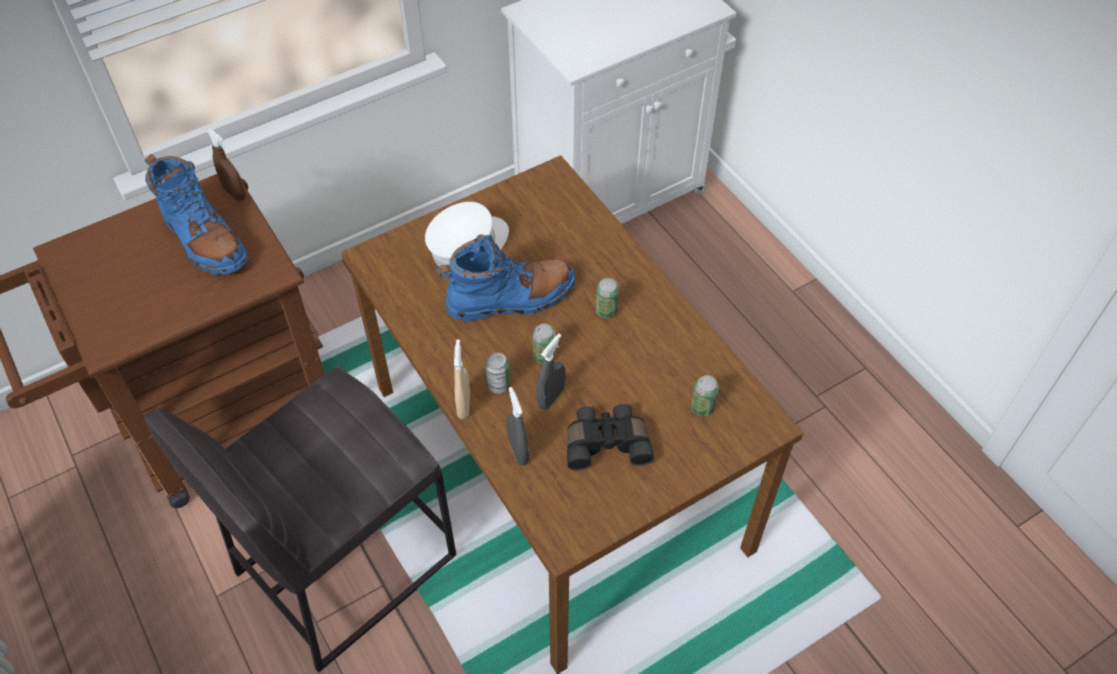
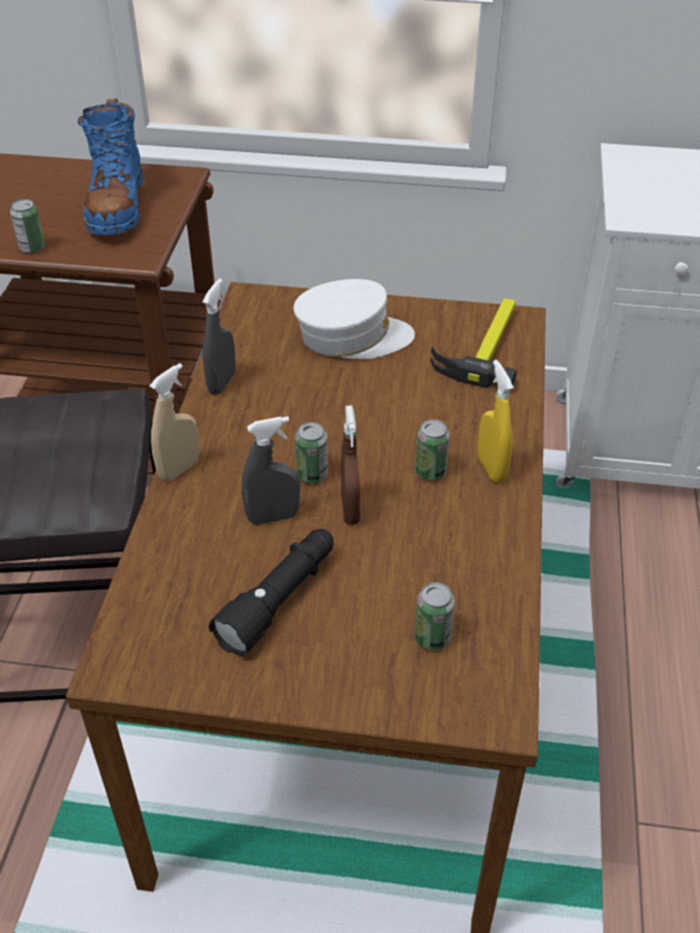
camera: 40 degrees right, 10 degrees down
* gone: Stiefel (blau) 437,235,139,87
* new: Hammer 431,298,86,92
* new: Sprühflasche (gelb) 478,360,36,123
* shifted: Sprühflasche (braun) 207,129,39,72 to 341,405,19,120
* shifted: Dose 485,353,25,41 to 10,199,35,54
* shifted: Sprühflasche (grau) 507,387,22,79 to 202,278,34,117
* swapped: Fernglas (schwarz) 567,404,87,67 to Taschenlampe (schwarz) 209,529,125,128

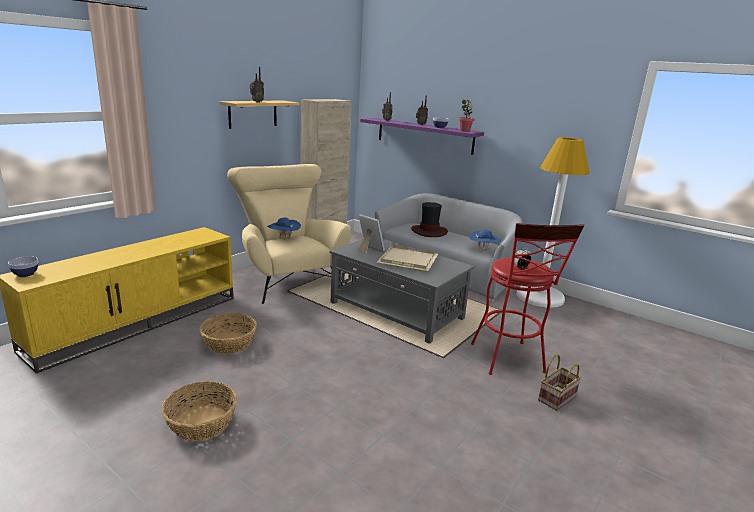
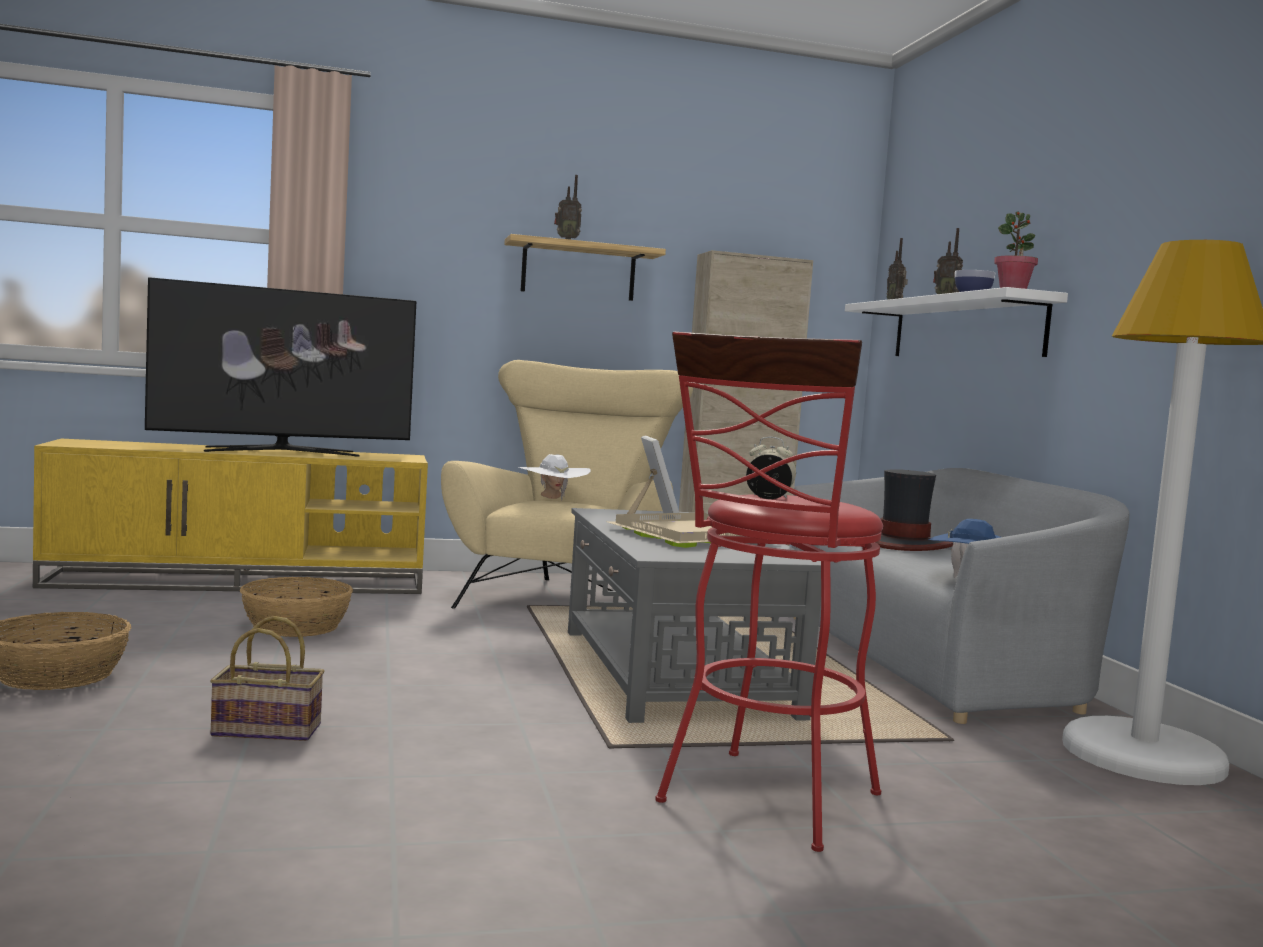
camera: 40 degrees right, 15 degrees down
* gone: Schüssel 8,256,30,21
* new: Fernseher 145,277,271,180
* shifted: Korb 538,354,44,57 to 210,616,115,125
* repainted: Hut (blau) 267,217,34,22 to Hut (weiß) 519,454,72,47
* repainted: Wandregal (lila) 360,118,124,37 to Wandregal (weiß) 845,287,223,70

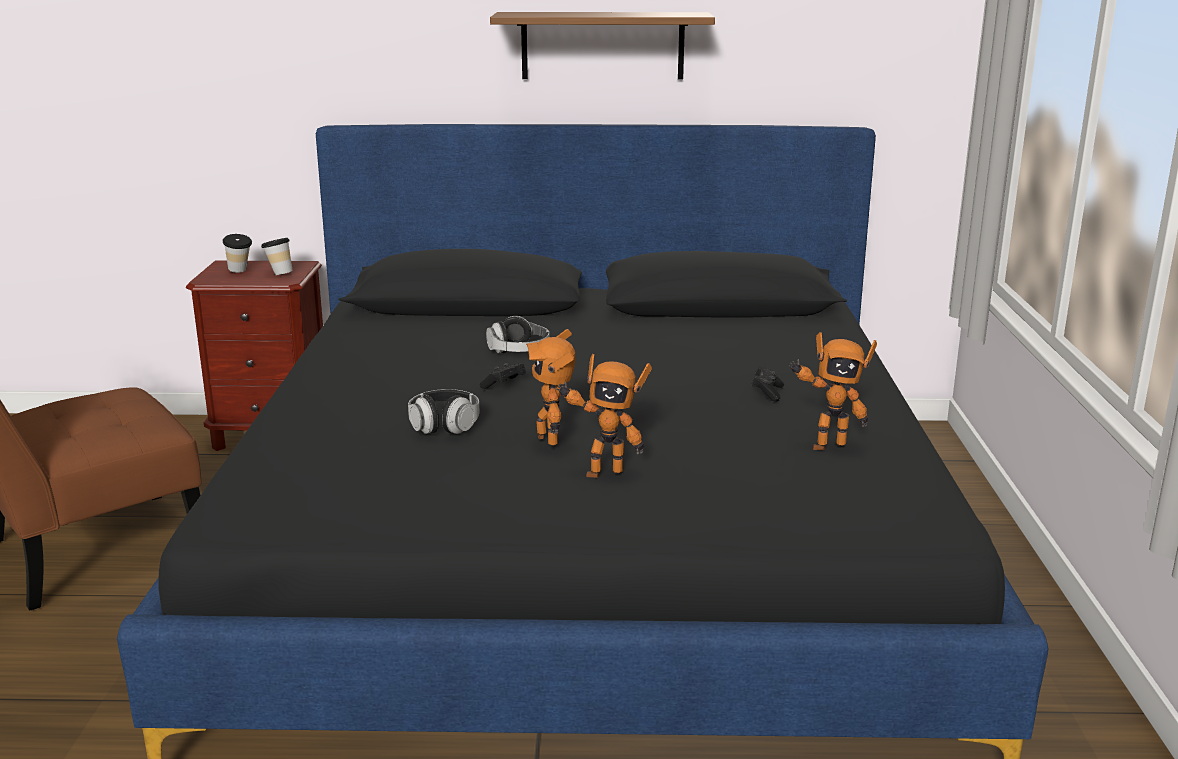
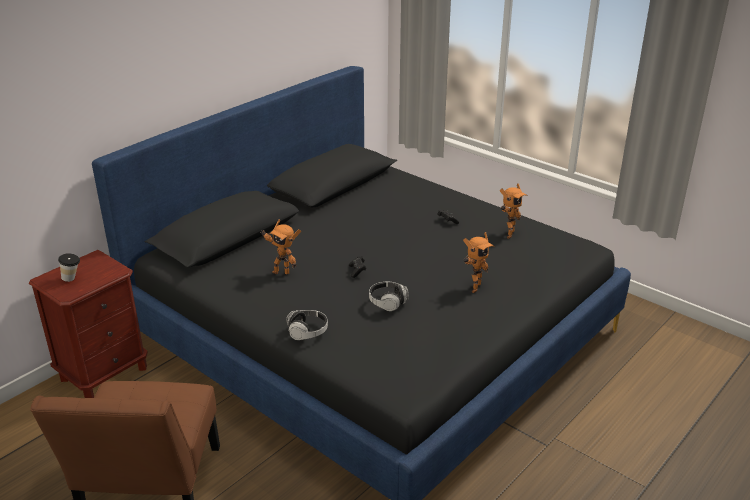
camera: 50 degrees left, 10 degrees up
* gone: Tasse 261,238,32,37
* gone: Wandregal 490,12,225,68
* shifted: Kopfhörer 486,316,63,37 to 286,310,42,30
* shifted: Spielzeugroboter 526,329,50,117 to 260,219,41,56

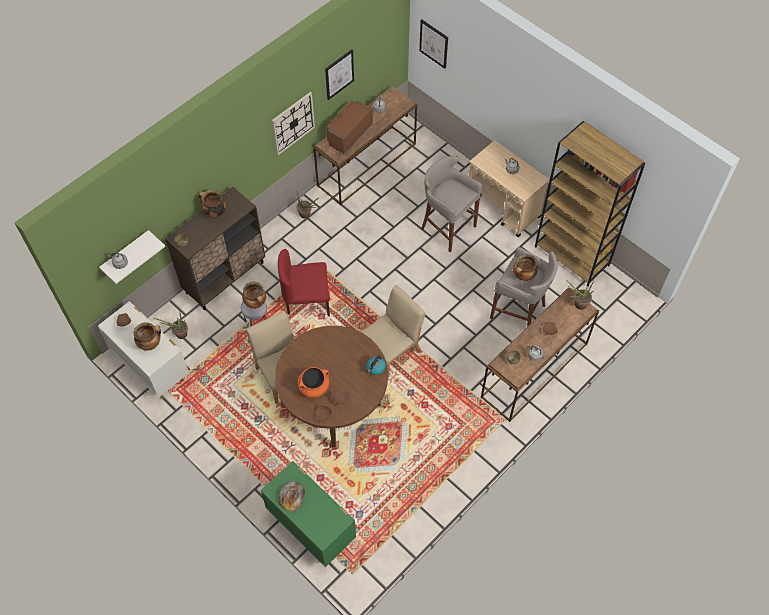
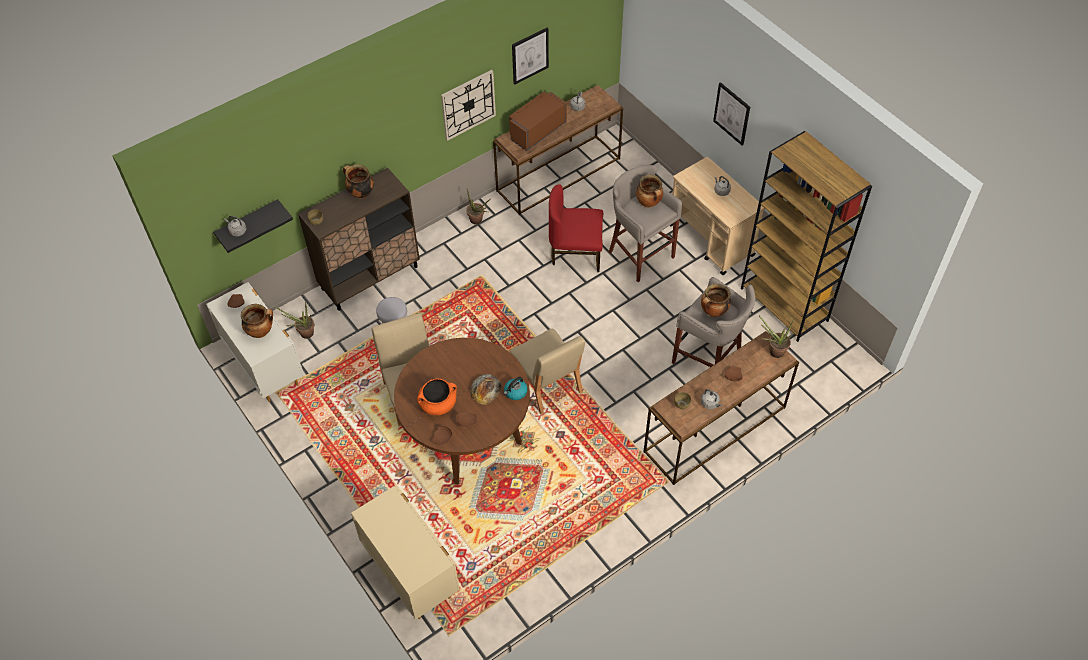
camera: 10 degrees right, 5 degrees down
* shifted: Kochtopf 242,282,24,27 to 636,175,27,32
* shifted: Stuhl (rot) 278,249,52,67 to 549,184,54,88
* shifted: Brot 278,481,27,31 to 470,374,32,31
* shifted: Bild 419,19,29,50 to 713,82,37,64
* repainted: Wandregal (weiß) 99,230,66,54 to Wandregal (schwarz) 213,199,80,54
* repainted: Kommode (grün) 261,461,95,106 to Kommode (beige) 351,485,109,135
* rotated: Stuhl (beige) 361,285,64,93 = 510,329,75,86 90 degrees clockwise

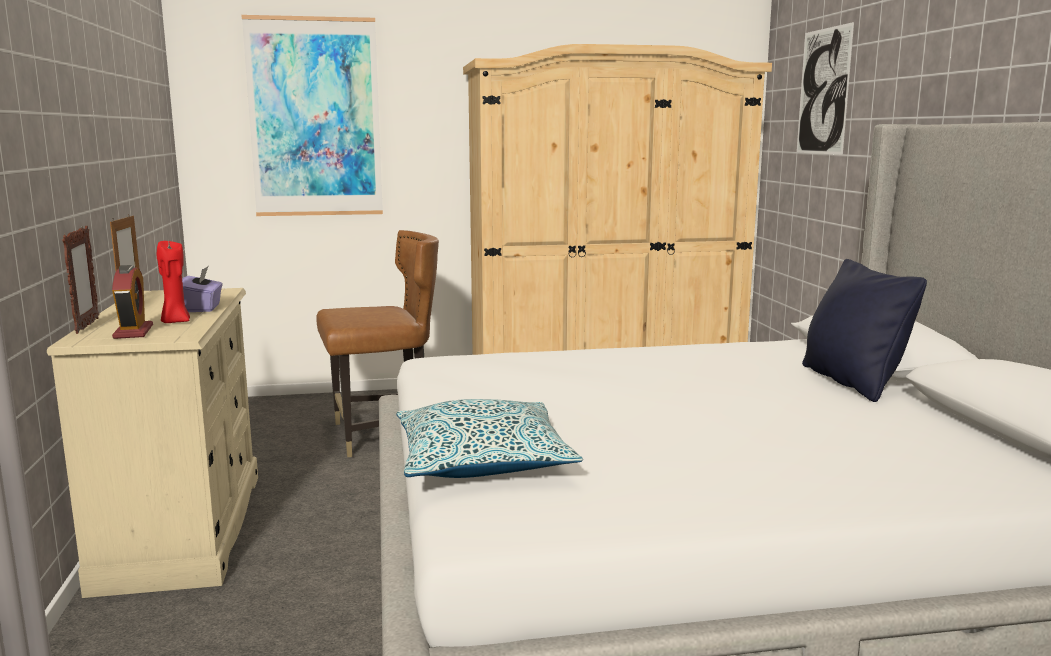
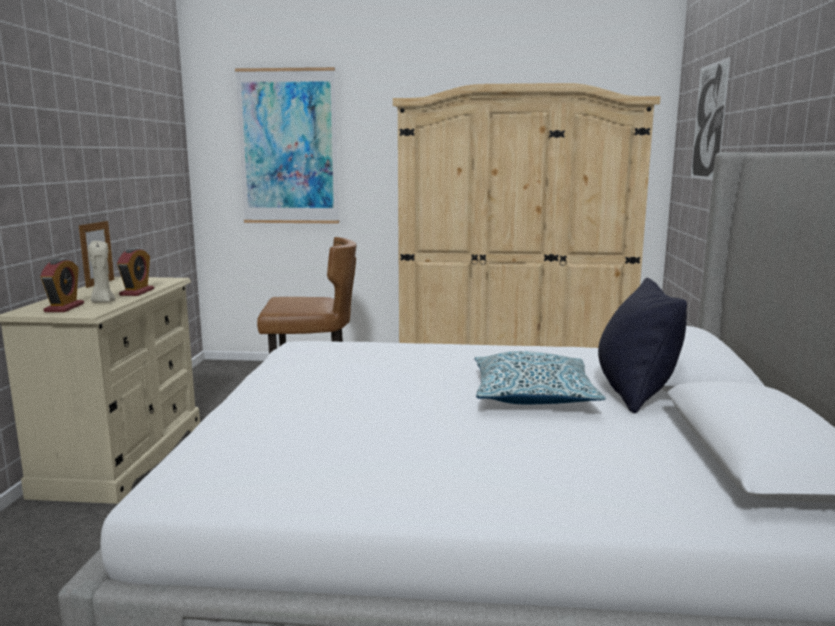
camera: 15 degrees right, 0 degrees up
* gone: Bilderrahmen 62,226,37,108
* shifted: Kissen 396,399,187,79 to 475,351,131,54
* swapped: Taschentuchbox (lila) 182,267,41,45 to Wecker 117,248,37,48
* repainted: Kerze (rot) 157,241,33,82 to Kerze (beige) 88,241,27,62

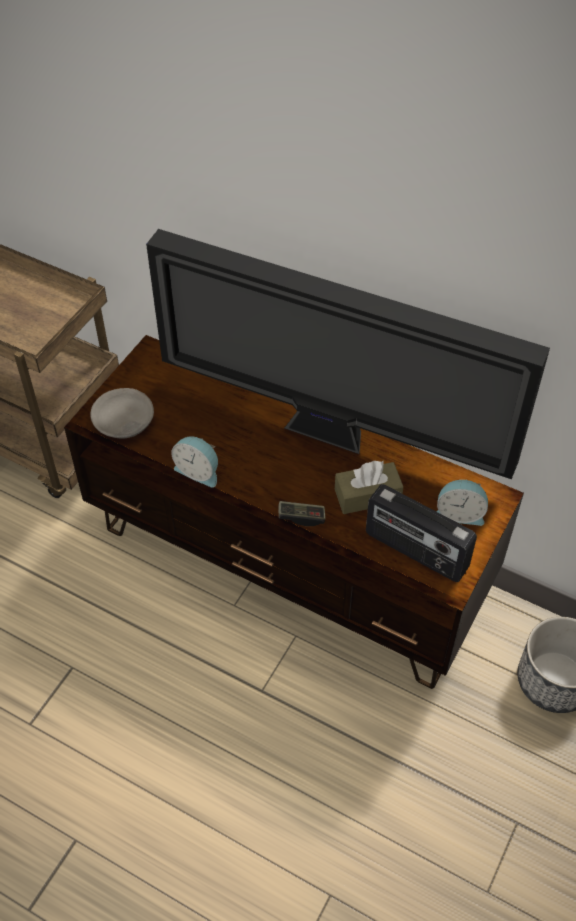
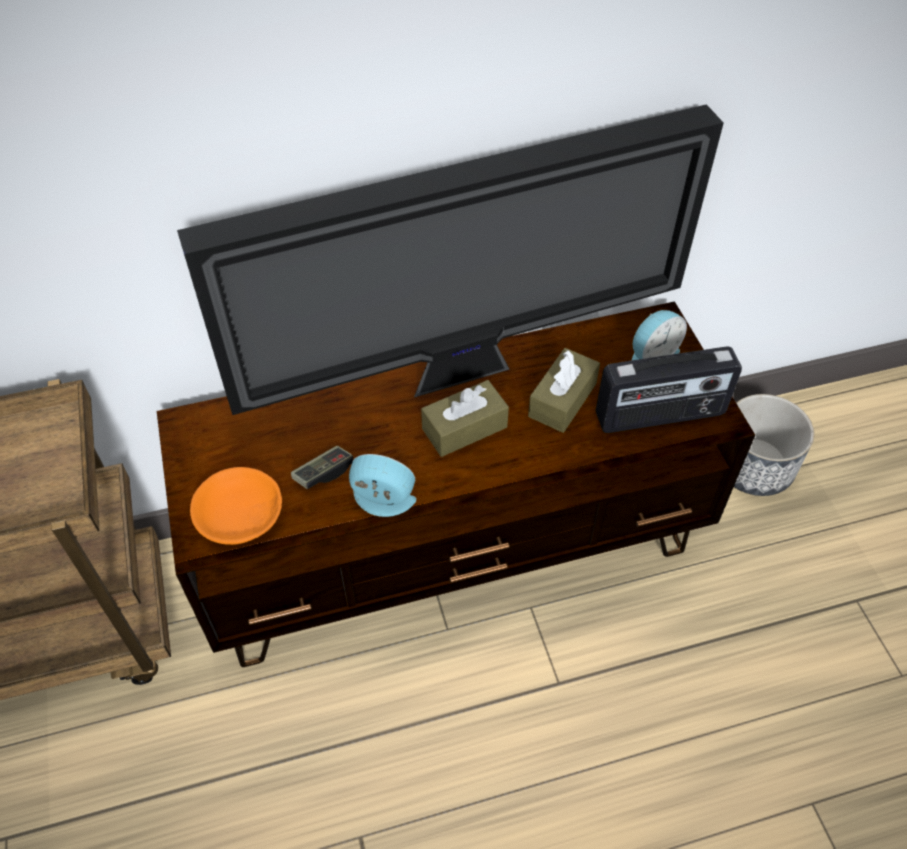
camera: 45 degrees left, 0 degrees up
* new: Taschentuchbox (braun) 421,380,88,77
* shifted: Gamepad 279,501,46,25 to 291,446,63,43
* repainted: Schüssel (grau) 90,388,64,51 to Schüssel (orange) 190,467,92,78
* rotated: Wecker 171,436,47,51 = 349,454,67,63 150 degrees counterclockwise

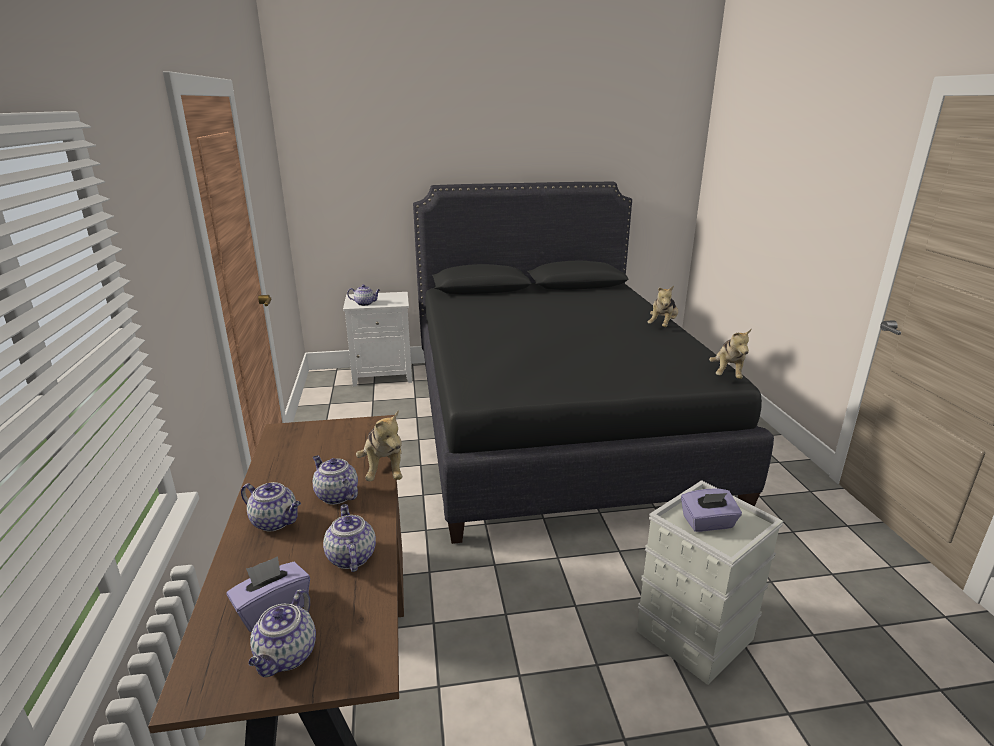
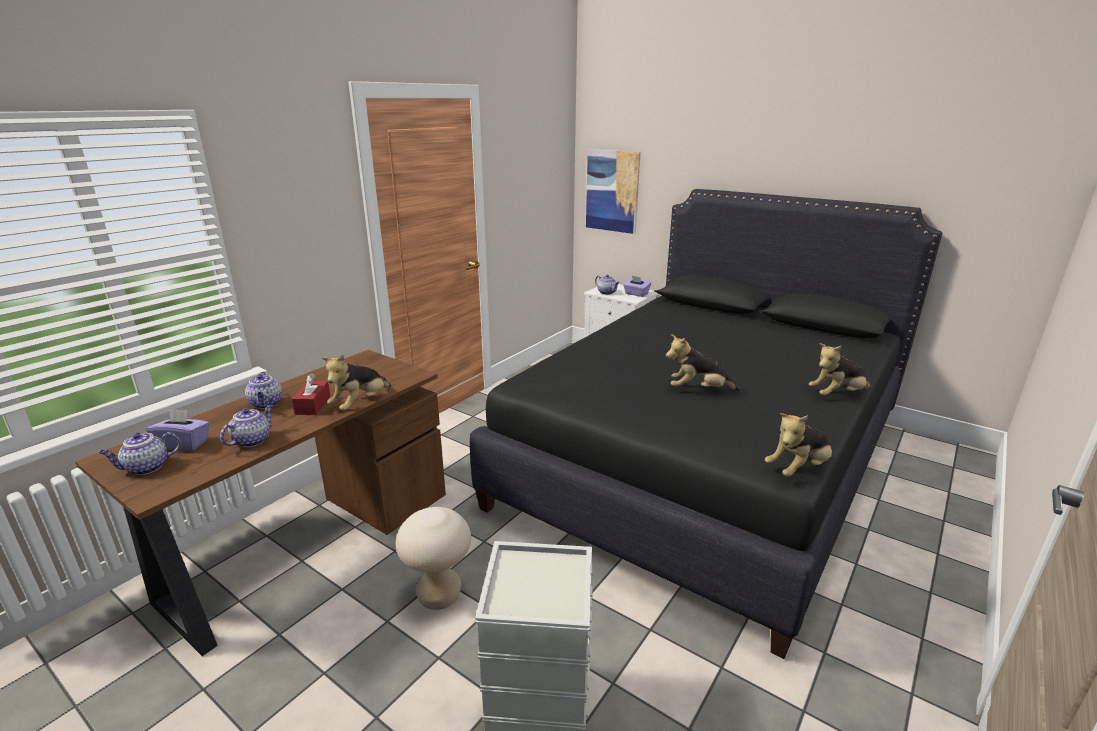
camera: 45 degrees right, 0 degrees up
* new: Hocker (beige) 396,507,75,103
* new: Bild 586,149,55,85
* new: Plüschtier 666,334,75,57
* shifted: Taschentuchbox (lila) 681,489,61,43 to 623,276,28,21
* swapped: Teekanne 313,455,45,50 to Taschentuchbox (rot) 292,374,38,41

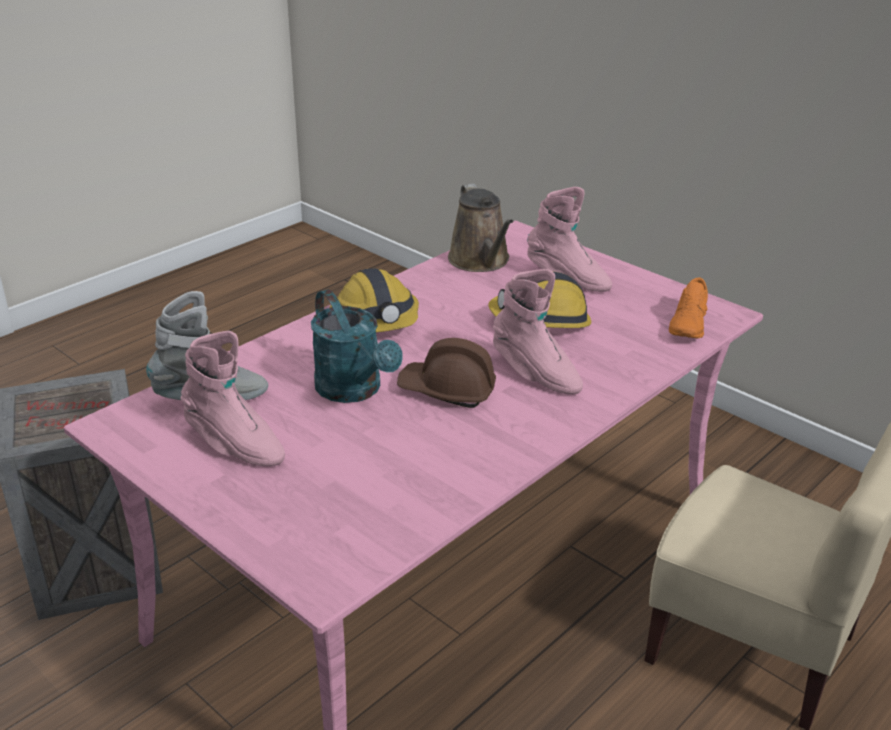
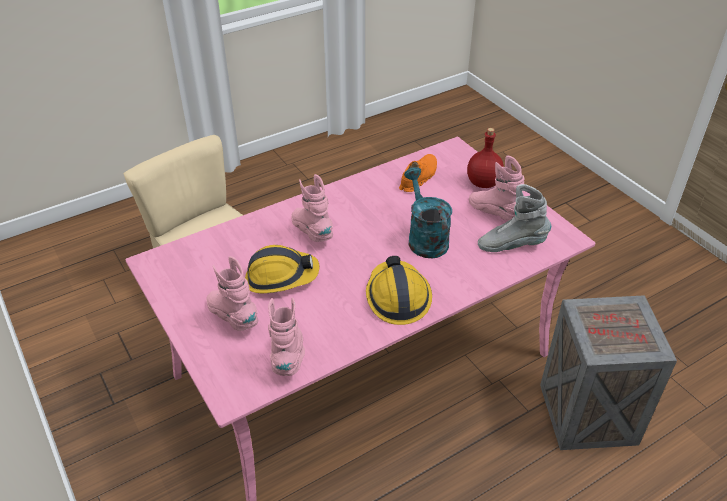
camera: 165 degrees left, 10 degrees up
* gone: Schutzhelm (braun) 397,338,99,70
* new: Flasche (rot) 467,128,37,60
* shifted: Schuh (orange) 669,277,39,61 to 399,154,38,38
* swapped: Gießkanne (braun) 448,183,66,89 to Stiefel (rosa) 268,297,37,79

